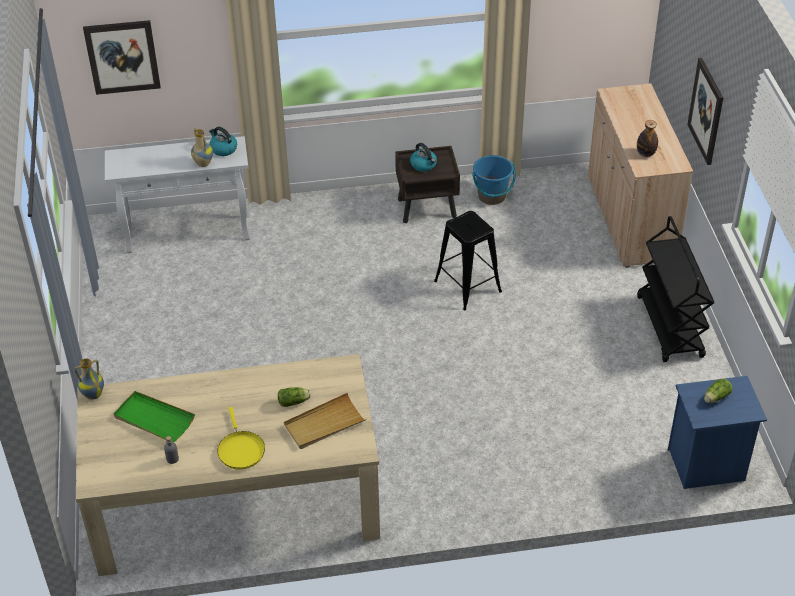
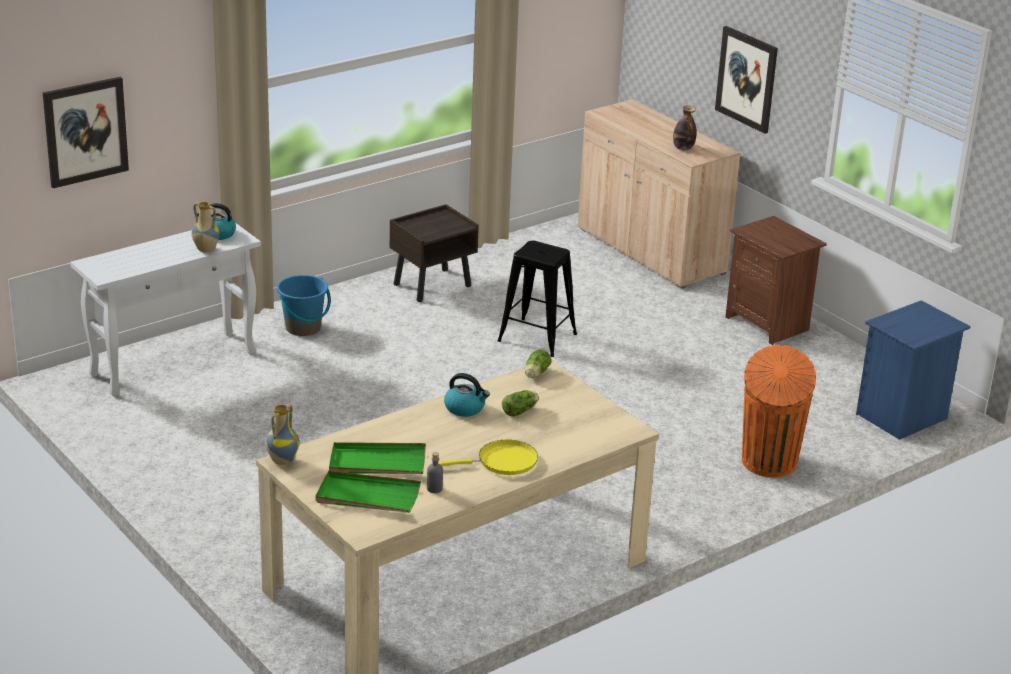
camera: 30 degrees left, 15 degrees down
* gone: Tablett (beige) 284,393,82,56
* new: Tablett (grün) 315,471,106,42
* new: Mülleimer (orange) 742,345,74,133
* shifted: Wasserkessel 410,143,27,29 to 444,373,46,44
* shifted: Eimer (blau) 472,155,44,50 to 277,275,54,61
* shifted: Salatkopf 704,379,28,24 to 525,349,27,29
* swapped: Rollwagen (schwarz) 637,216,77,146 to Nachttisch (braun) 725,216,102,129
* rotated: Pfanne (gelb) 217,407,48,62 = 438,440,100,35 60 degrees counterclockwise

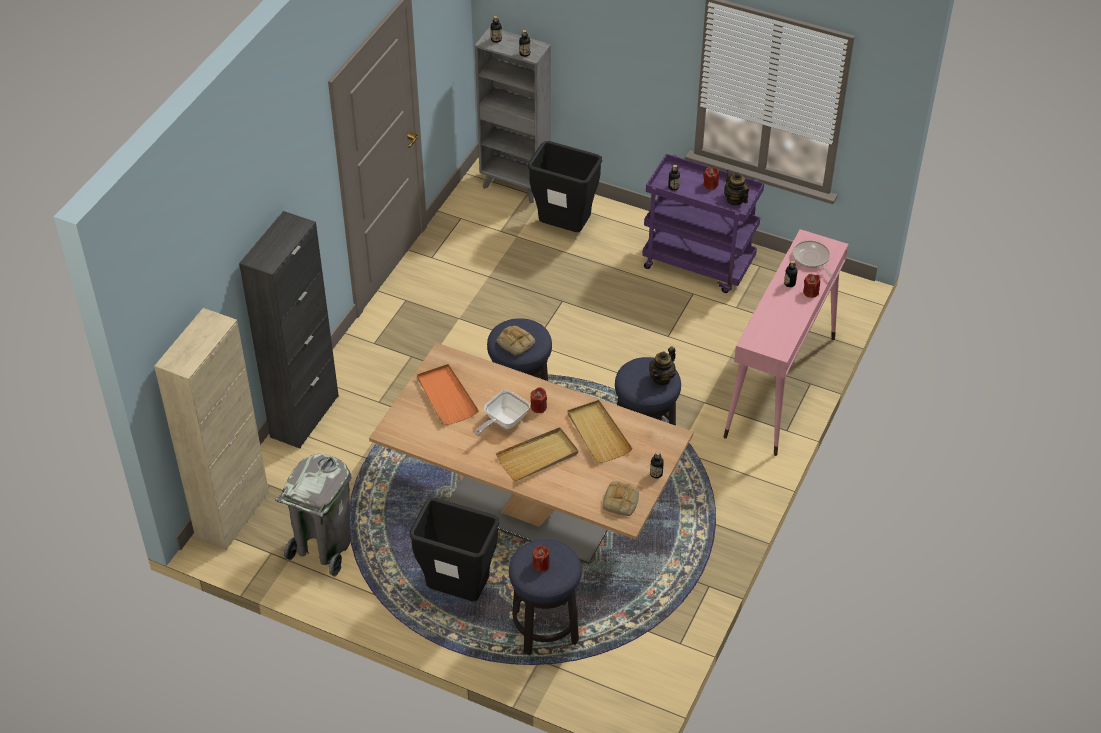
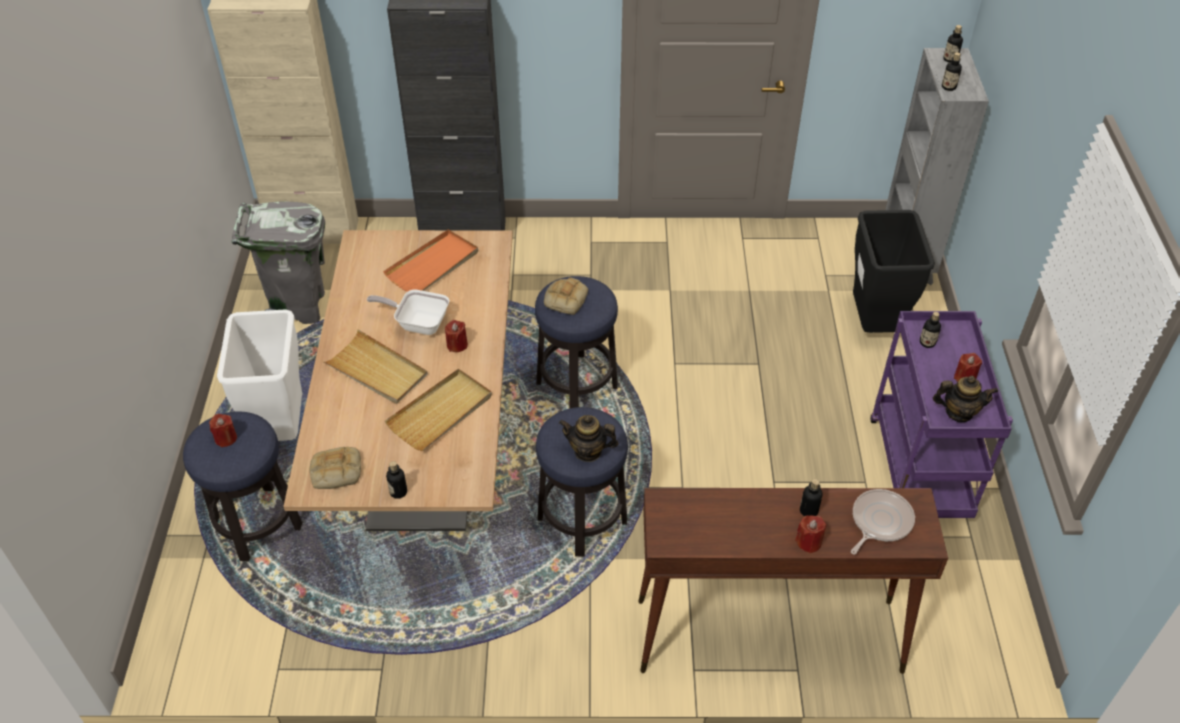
camera: 65 degrees right, 0 degrees up
* repainted: Mülleimer (schwarz) 410,498,89,103 to Mülleimer (weiß) 217,309,85,132
* repainted: Konsolentisch (rosa) 724,229,124,227 to Konsolentisch (braun) 638,488,310,186
* rotated: Teekanne 724,170,25,36 = 933,376,65,46 60 degrees clockwise

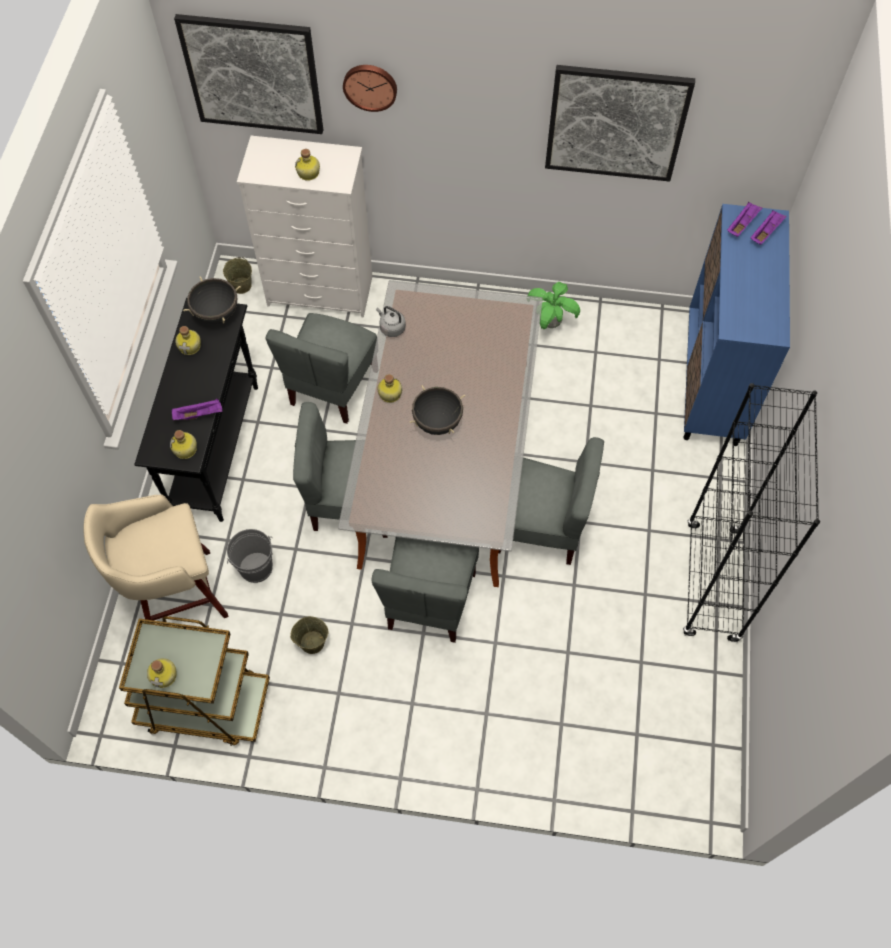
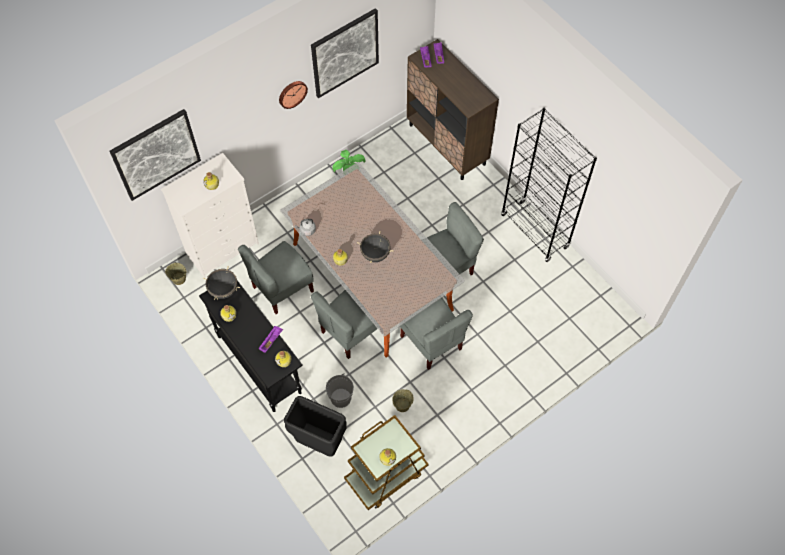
camera: 45 degrees left, 0 degrees up
* shifted: Wanduhr 343,65,54,47 to 279,81,29,28
* swapped: Hocker (beige) 83,495,146,128 to Mülleimer (schwarz) 284,396,63,61
* repainted: Schrank (blau) 683,204,107,242 to Schrank (braun) 407,39,92,141
* rotated: Stuhl (grau) 266,313,111,111 = 238,241,76,73 75 degrees clockwise

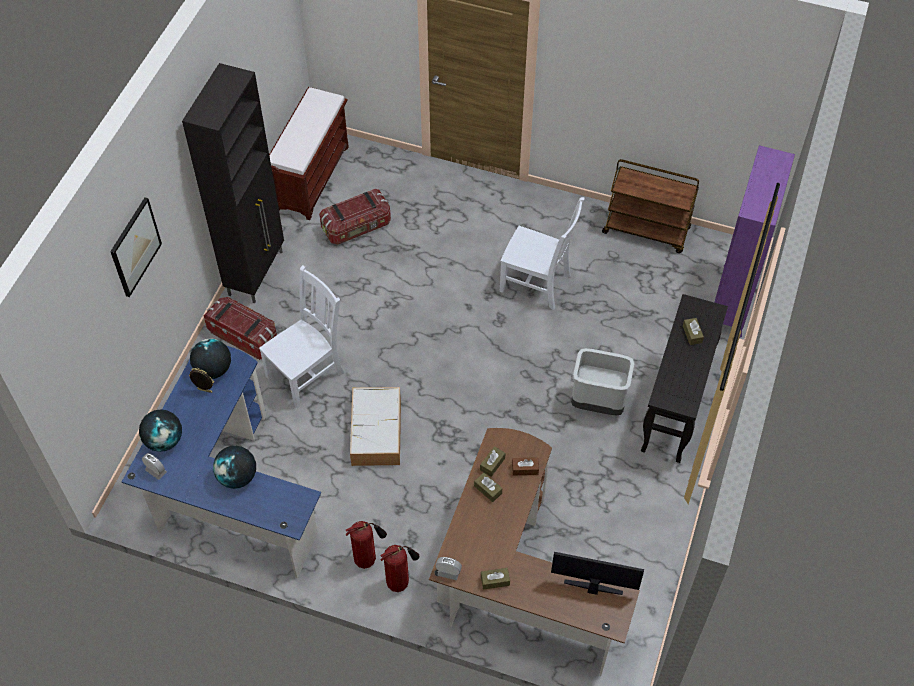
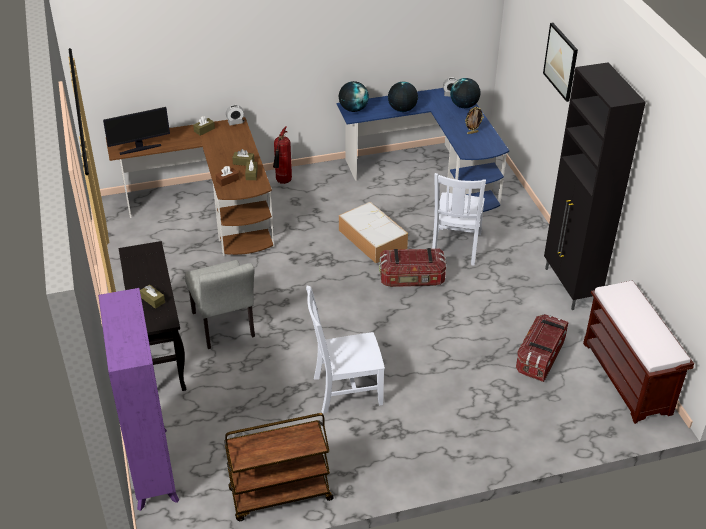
camera: 145 degrees right, 15 degrees down
* gone: Feuerlöscher 346,521,41,48
* shifted: Globus 190,338,41,41 to 339,81,30,31
* shifted: Aufbewahrungsbox 204,297,73,63 to 379,248,68,39
* swapped: Mülleimer (grau) 571,348,63,68 to Stuhl (grau) 185,260,70,89

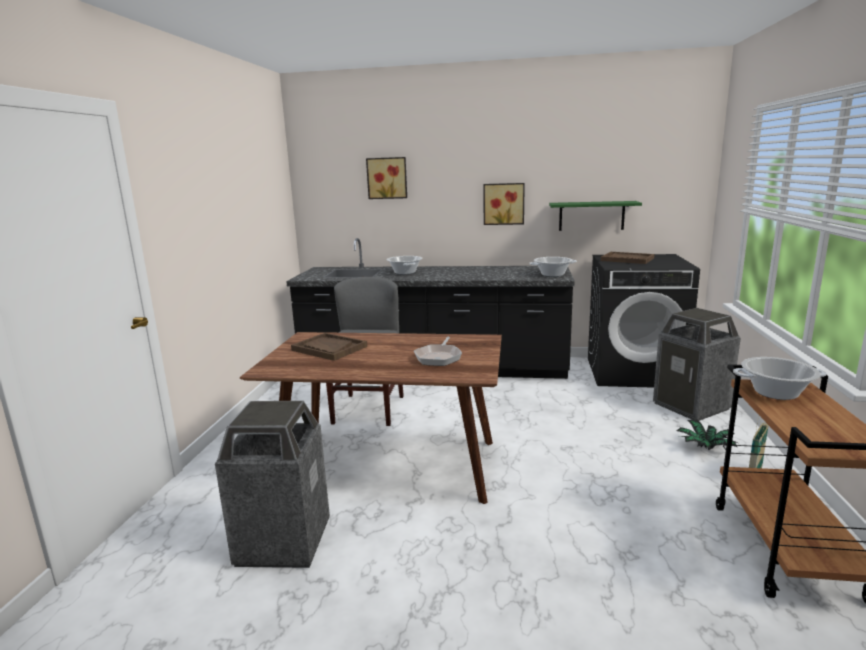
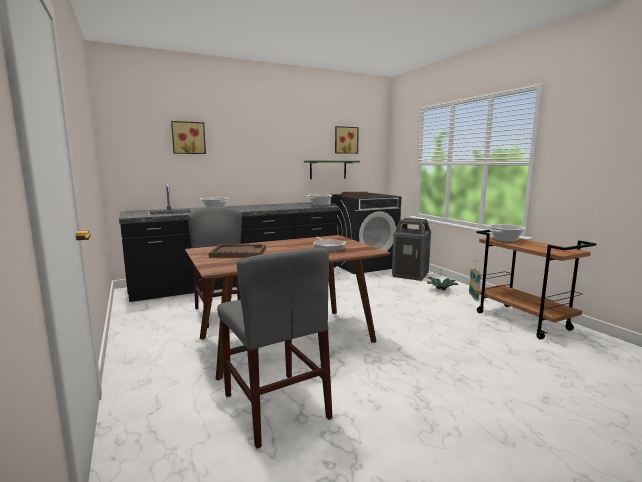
camera: 35 degrees left, 5 degrees down
* shifted: Bild 483,183,42,42 to 335,126,24,28
* swapped: Mülleimer 215,401,115,167 to Stuhl (grau) 217,248,116,200

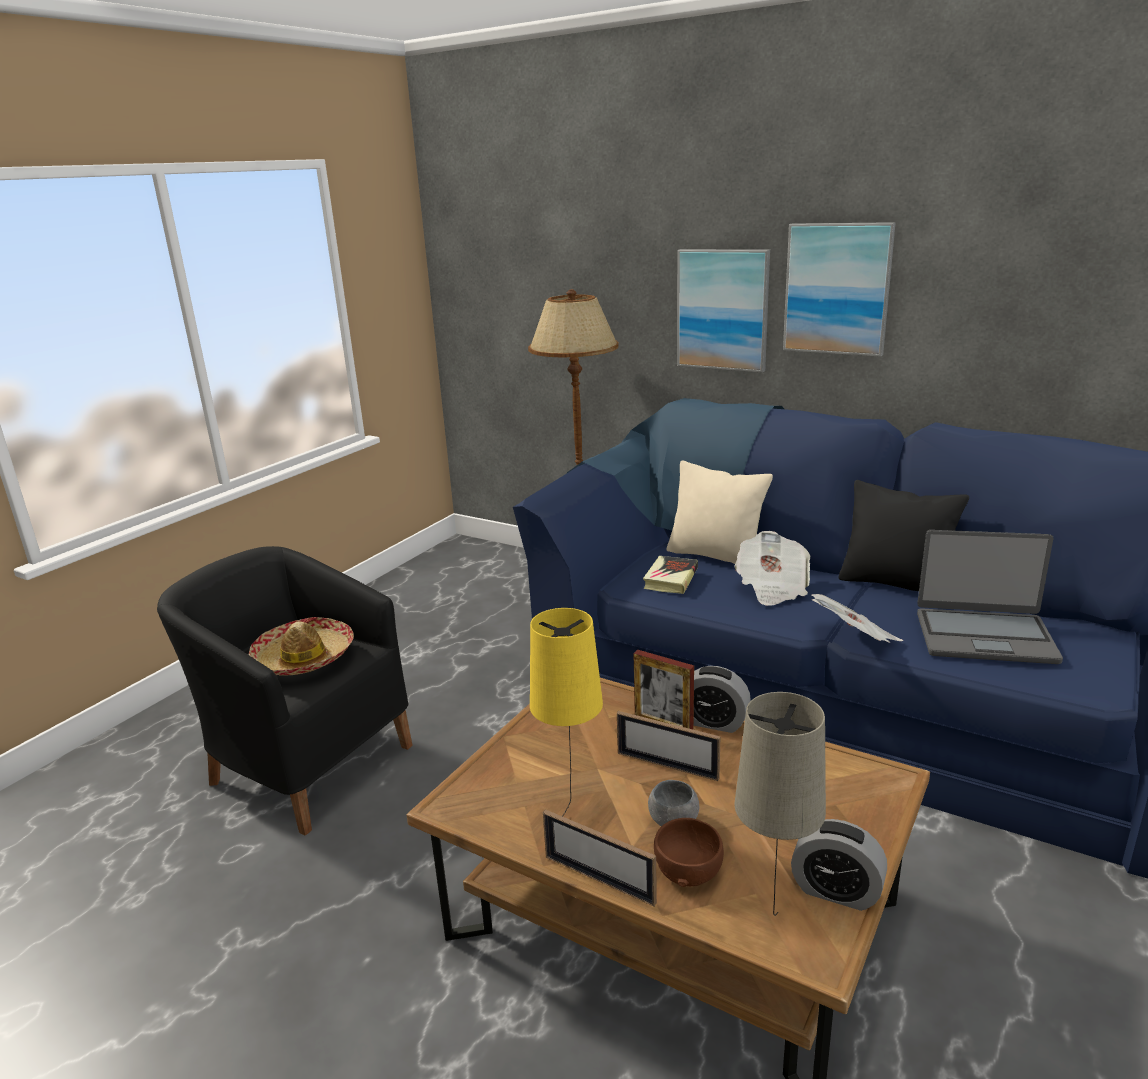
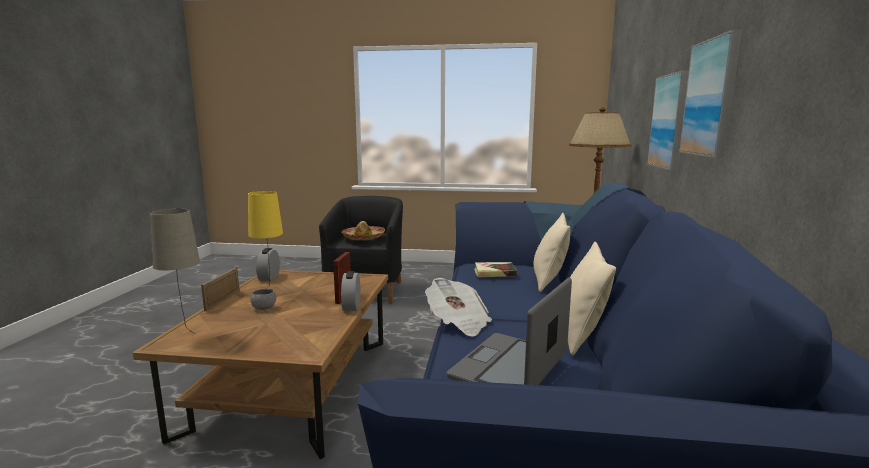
camera: 65 degrees right, 10 degrees down
* gone: Bilderrahmen 617,711,104,70
* gone: Schüssel (braun) 654,818,70,69
* gone: Zeitung 735,531,75,75
* shifted: Wecker 791,819,96,92 to 256,248,24,33
* repainted: Kissen (schwarz) 838,480,131,111 to Kissen (beige) 568,242,48,114
* rotated: Laptop 917,530,146,134 = 446,277,126,108 45 degrees clockwise

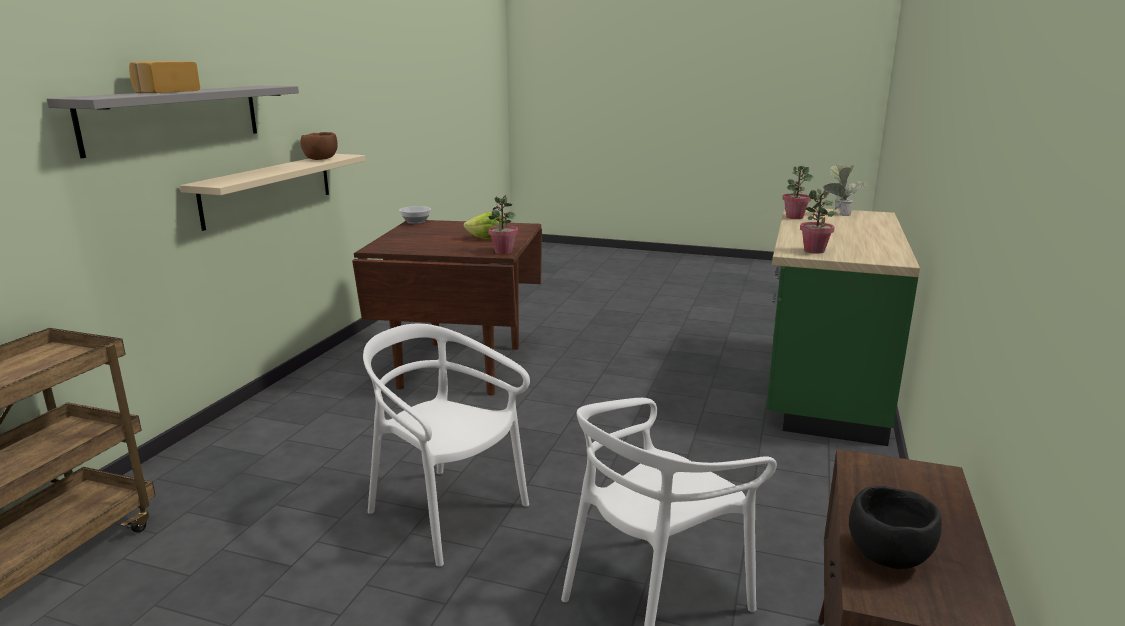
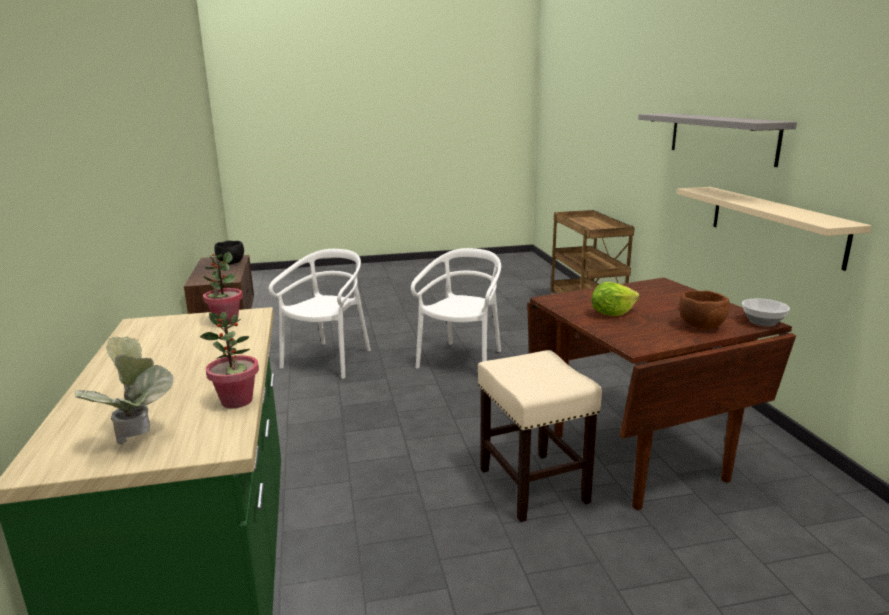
camera: 150 degrees right, 0 degrees up
* gone: Brot 129,61,71,32
* gone: Topfpflanze 488,195,30,59
* new: Hocker (beige) 478,350,124,172
* shifted: Schüssel (braun) 300,132,38,28 to 679,290,50,40
* rotated: Stuhl (weiß) 363,324,167,242 = 411,248,90,121 75 degrees counterclockwise

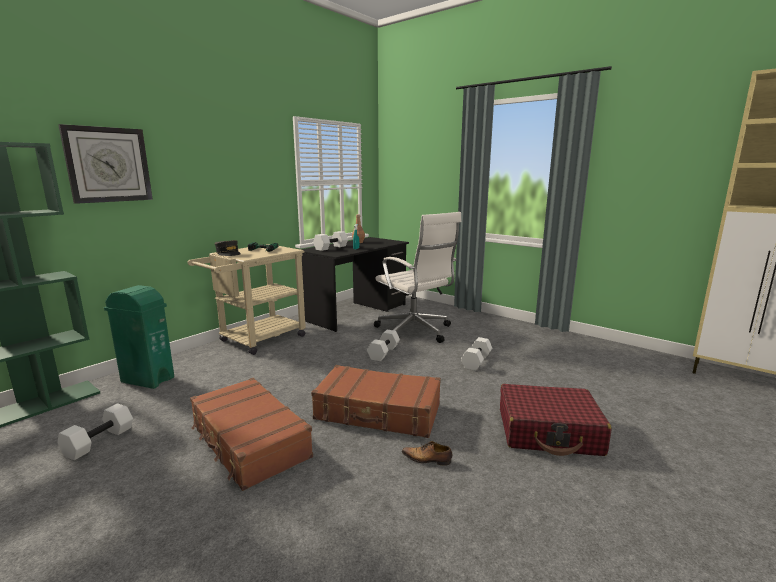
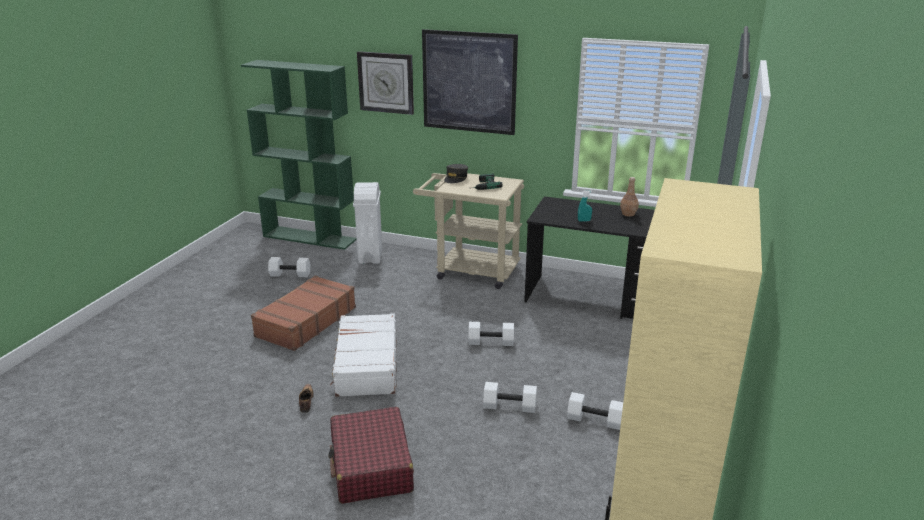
camera: 70 degrees right, 10 degrees up
* gone: Bürostuhl (weiß) 374,212,88,131
* new: Bild 422,29,96,106
* shifted: Hantel (weiß) 313,231,35,20 to 567,392,56,38
* repainted: Mülleimer (grün) 104,285,70,104 to Mülleimer (weiß) 353,182,29,82
* repainted: Koffer (braun) 311,365,130,73 to Koffer (weiß) 330,313,67,84

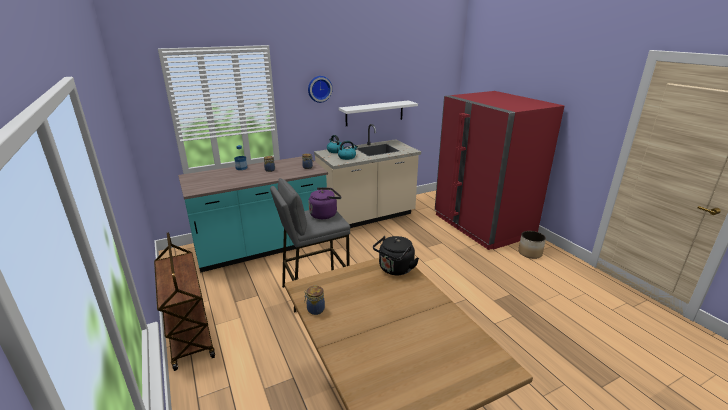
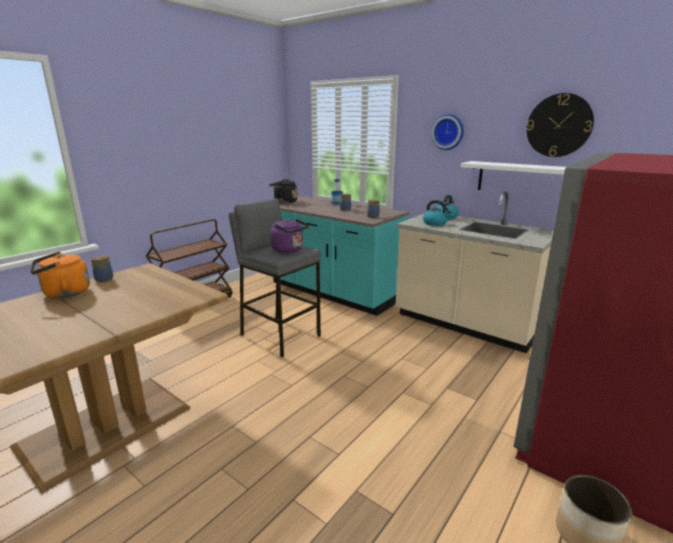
camera: 65 degrees right, 5 degrees down
* new: Wasserkessel (orange) 30,252,60,46
* new: Wanduhr 526,93,68,64
* shifted: Wasserkessel (schwarz) 373,236,46,39 to 269,179,29,24

